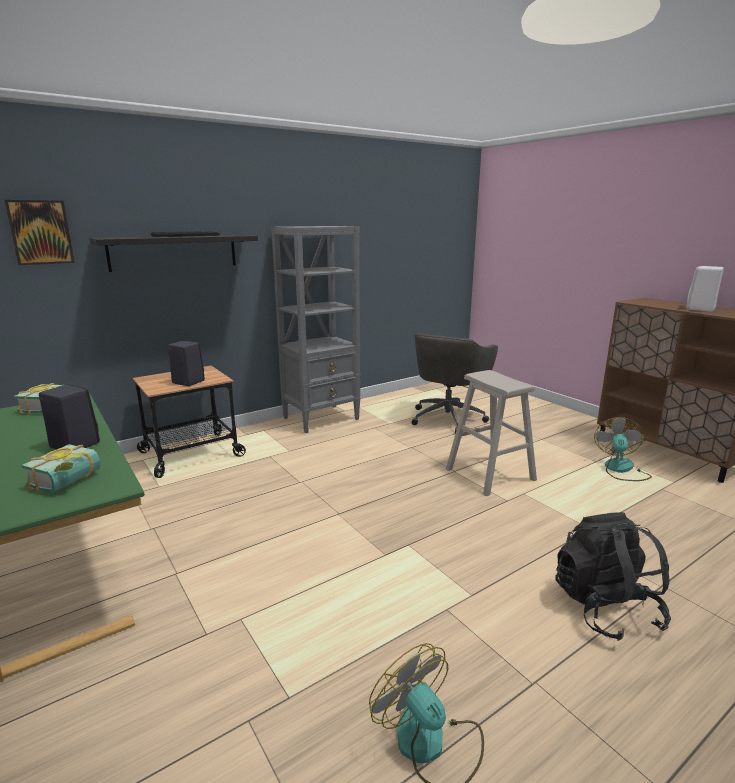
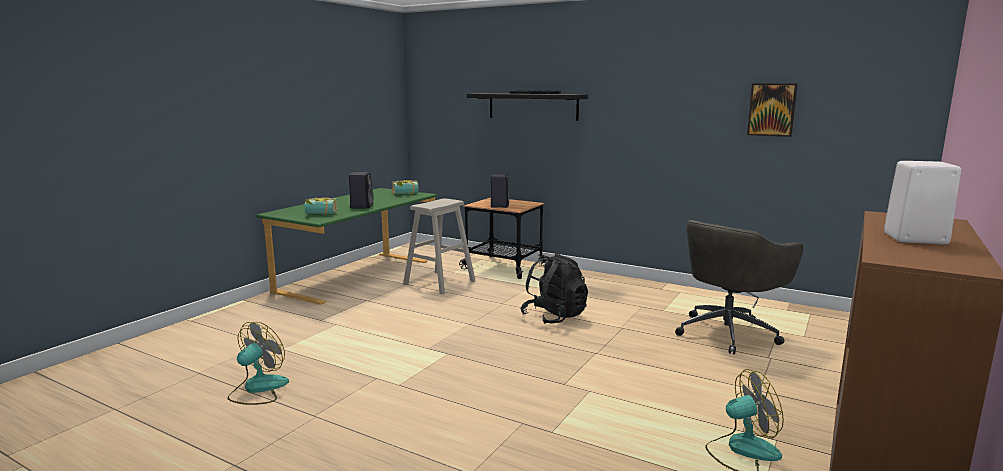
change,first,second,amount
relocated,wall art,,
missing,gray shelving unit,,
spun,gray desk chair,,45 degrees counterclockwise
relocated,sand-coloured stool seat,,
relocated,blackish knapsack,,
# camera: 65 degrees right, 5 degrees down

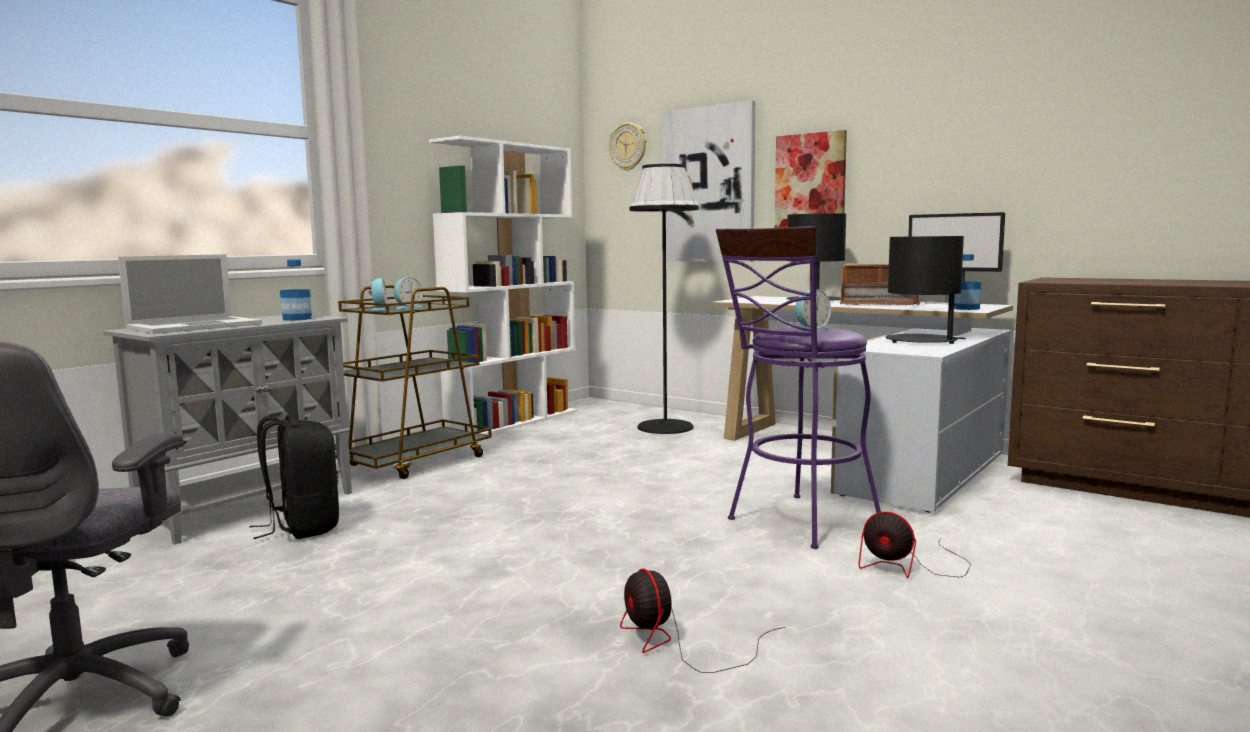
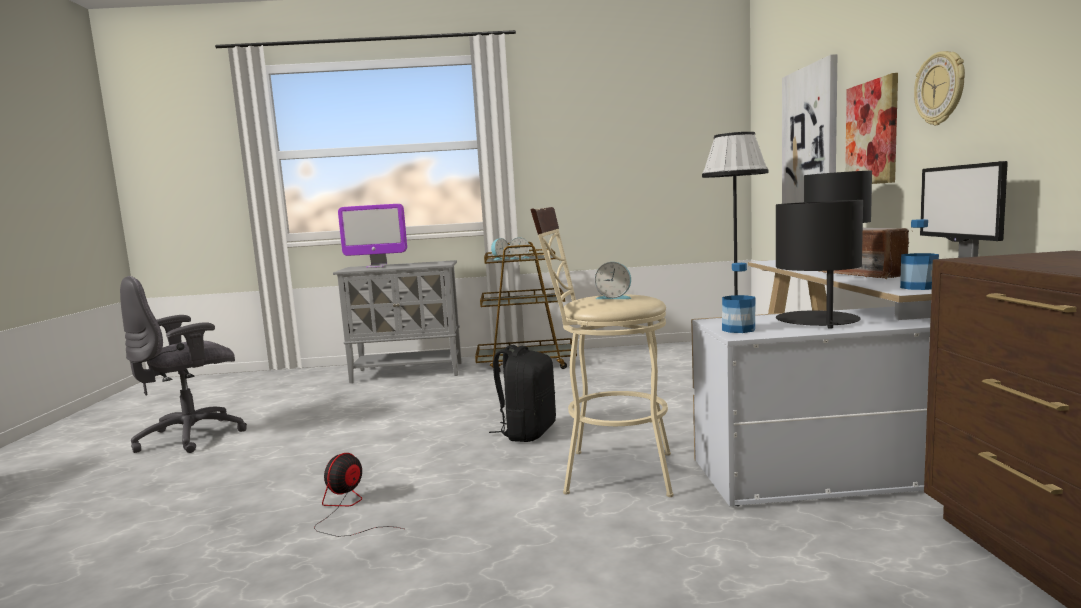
change,first,second,amount
relocated,clock on the wall,,
missing,white shelving unit,,
colour,purple-coloured stool seat,sand-coloured stool seat,
exchanged,laptop,computer screen (no. 1 from left),
relocated,beverage bottle (no. 1 from left),,
relocated,blackish knapsack,,
missing,electric fan (no. 2 from left),,
# camera: 50 degrees right, 0 degrees up

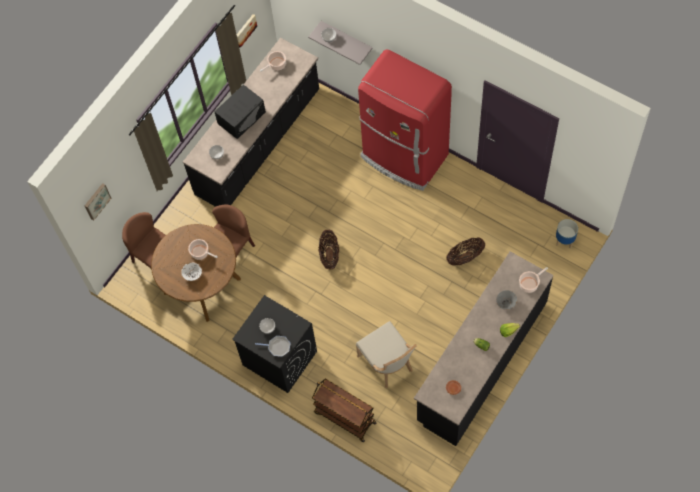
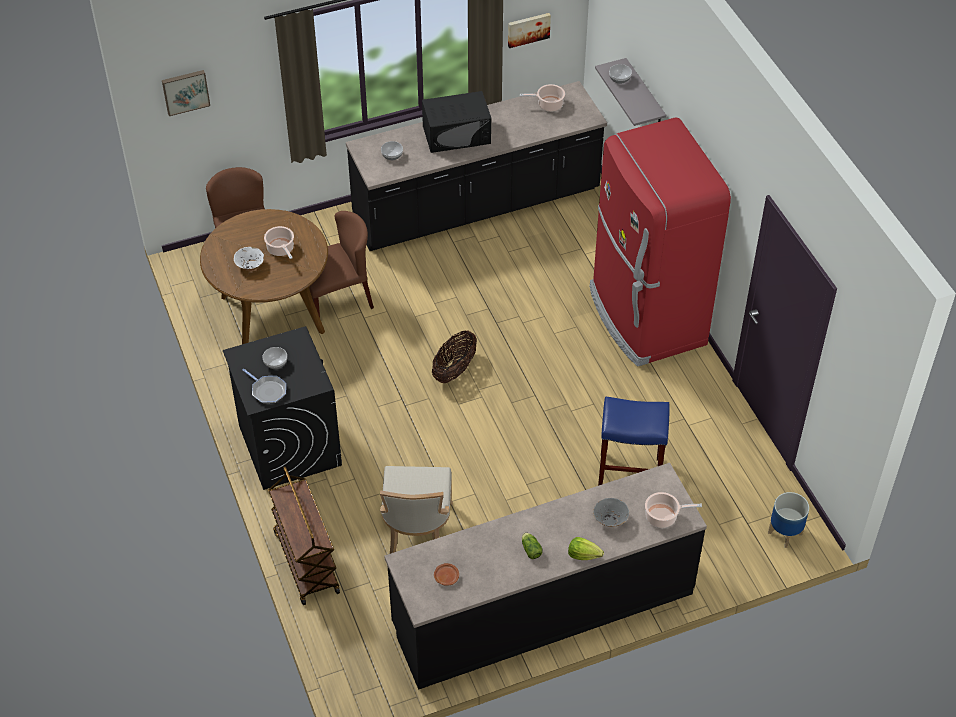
change,first,second,amount
exchanged,storage basket (no. 2 from left),bluish stool seat,
# camera: 30 degrees right, 15 degrees down

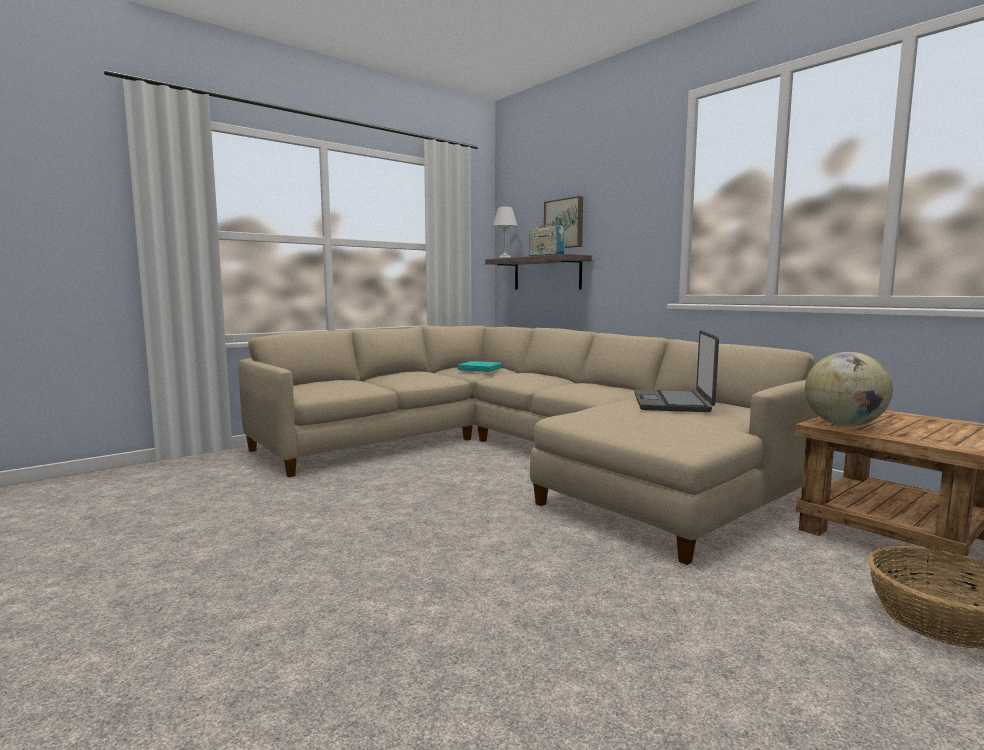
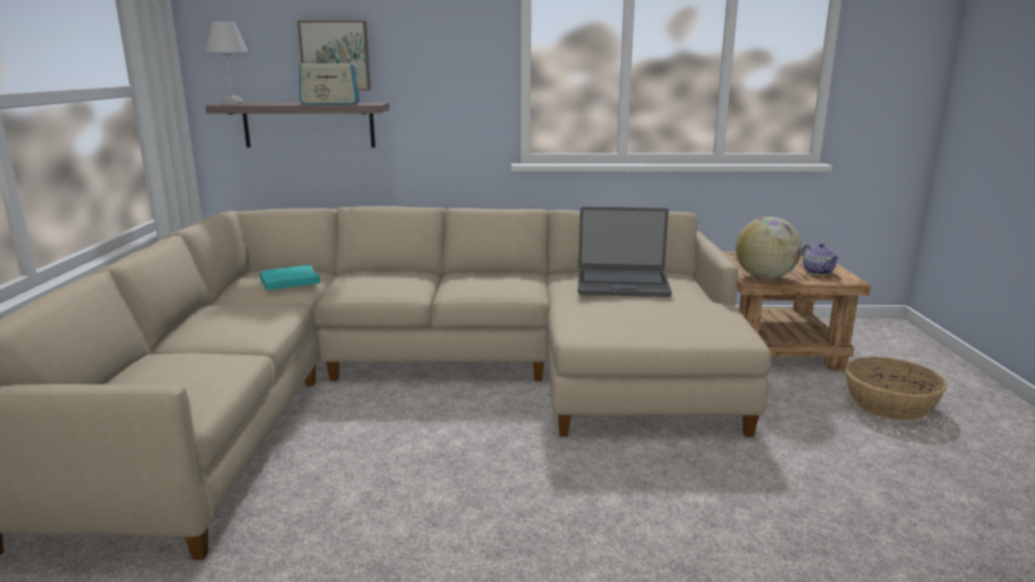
change,first,second,amount
spun,laptop,,45 degrees counterclockwise
appeared,,teapot,
# camera: 50 degrees left, 10 degrees up

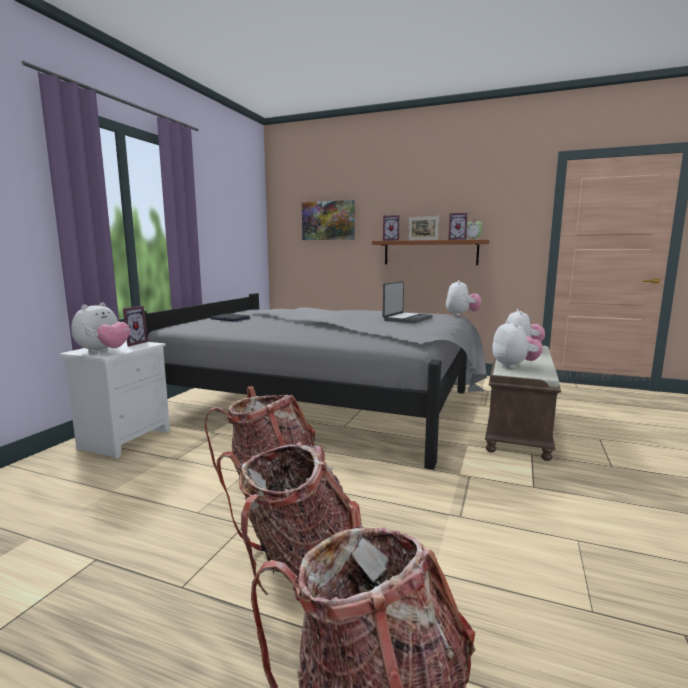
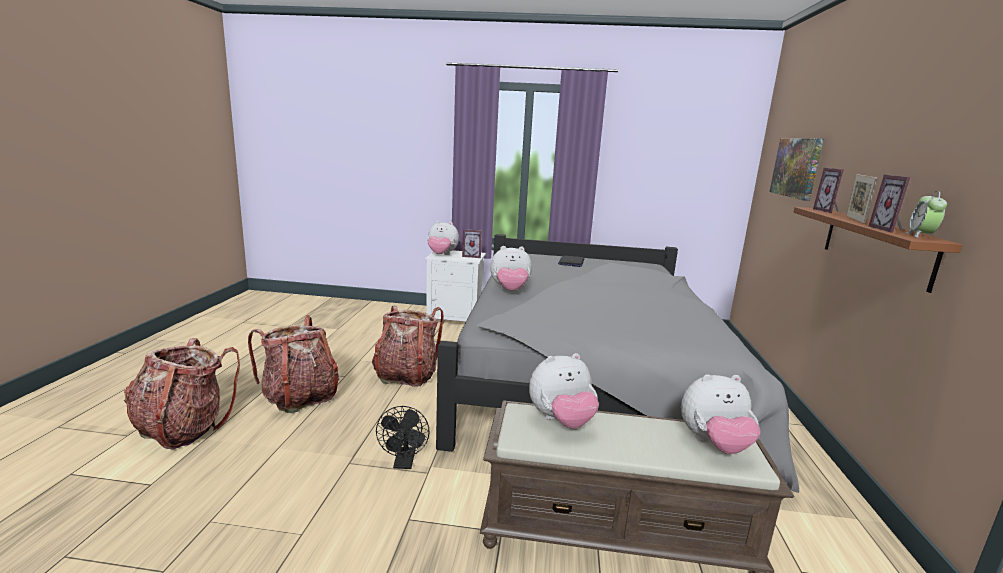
change,first,second,amount
relocated,plush toy (no. 2 from left),,
missing,laptop (no. 2 from left),,
appeared,,blackish electric fan,
# camera: 75 degrees right, 5 degrees up

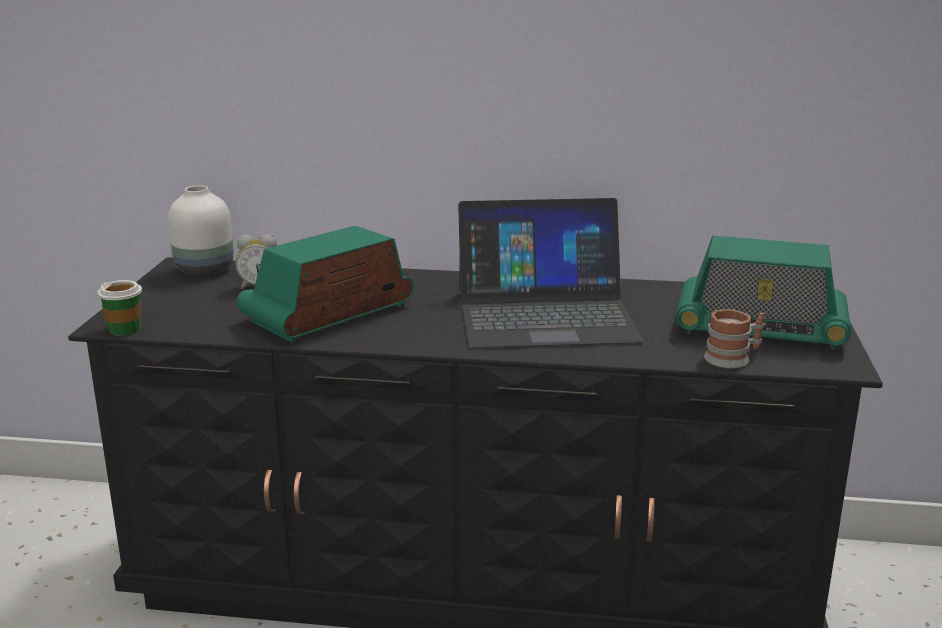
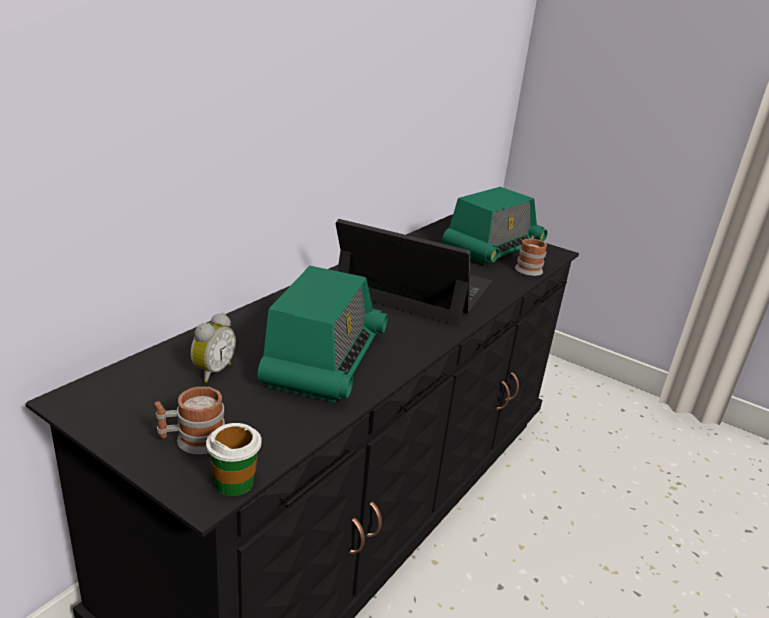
change,first,second,amount
missing,white vase,,
spun,laptop,,90 degrees counterclockwise
spun,radio receiver (no. 1 from left),,150 degrees counterclockwise
appeared,,tea mug (no. 1 from left),
# camera: 65 degrees left, 5 degrees up

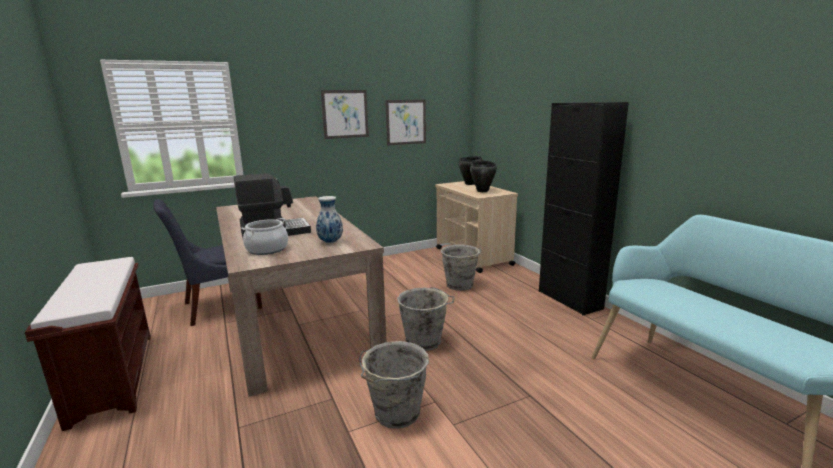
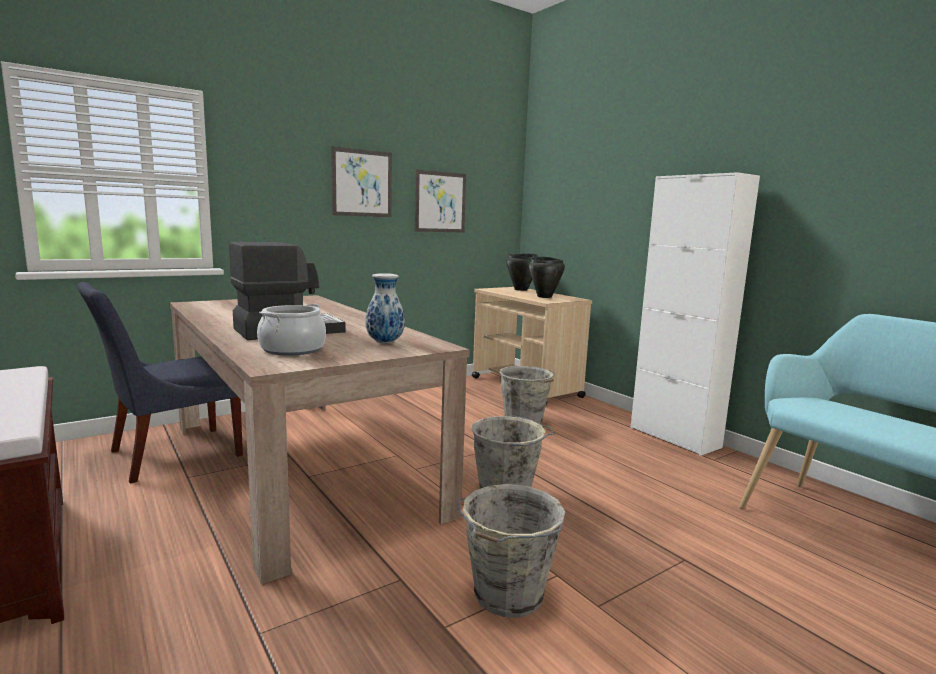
change,first,second,amount
colour,blackish cupboard,white cupboard,
# camera: 10 degrees left, 5 degrees down

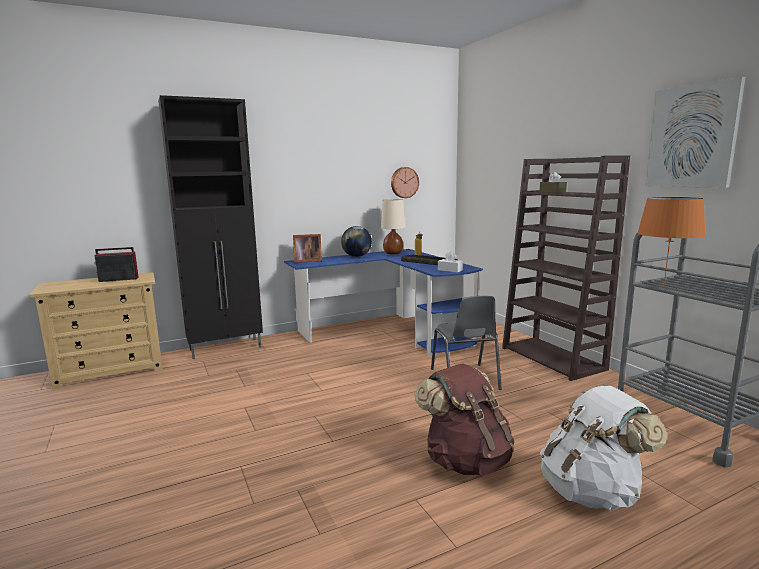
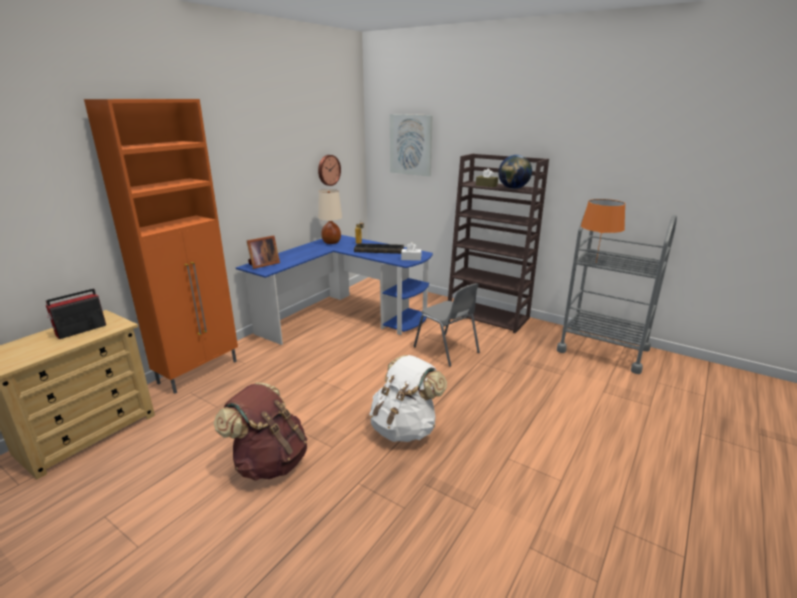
change,first,second,amount
relocated,wall art,,
colour,blackish cupboard,orangey cupboard,
relocated,desk globe,,
relocated,brown knapsack,,
relocated,white knapsack,,
# camera: 30 degrees left, 10 degrees up

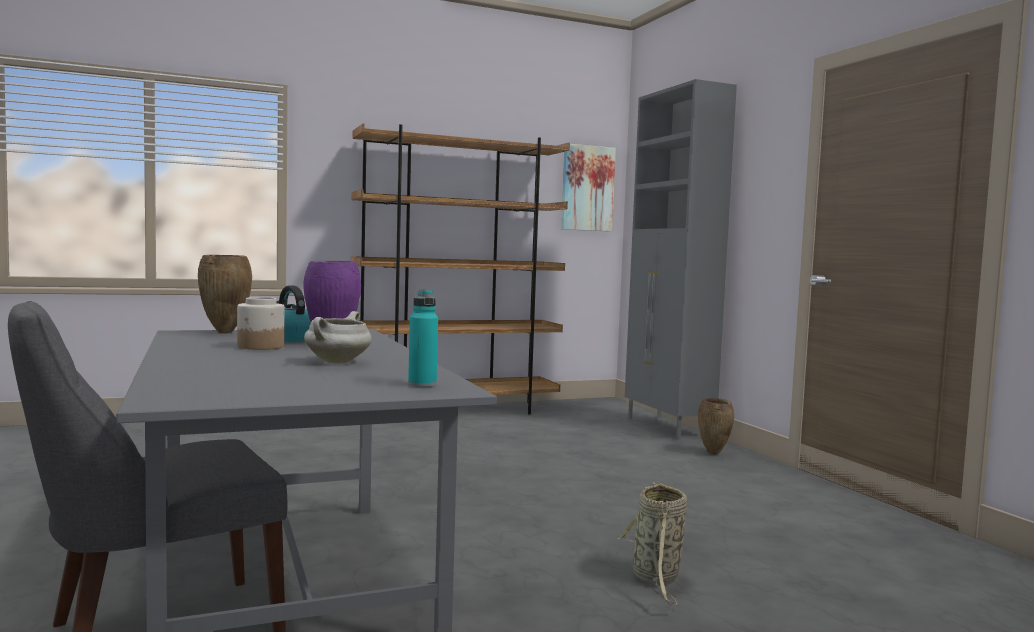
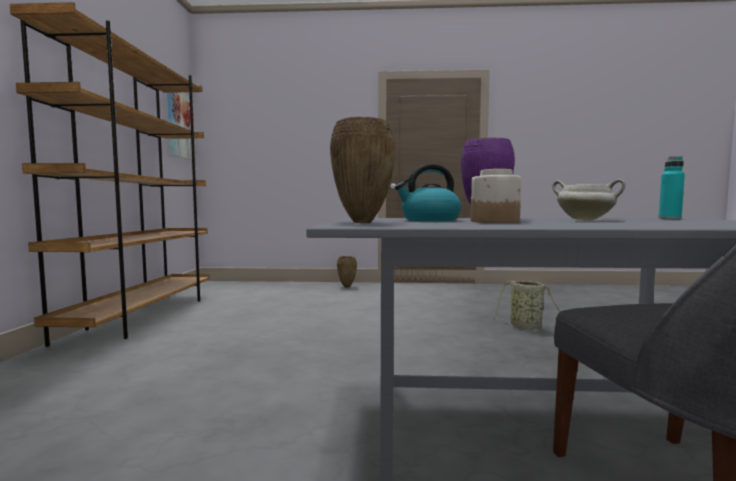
change,first,second,amount
missing,gray cupboard,,
# camera: 65 degrees left, 0 degrees up

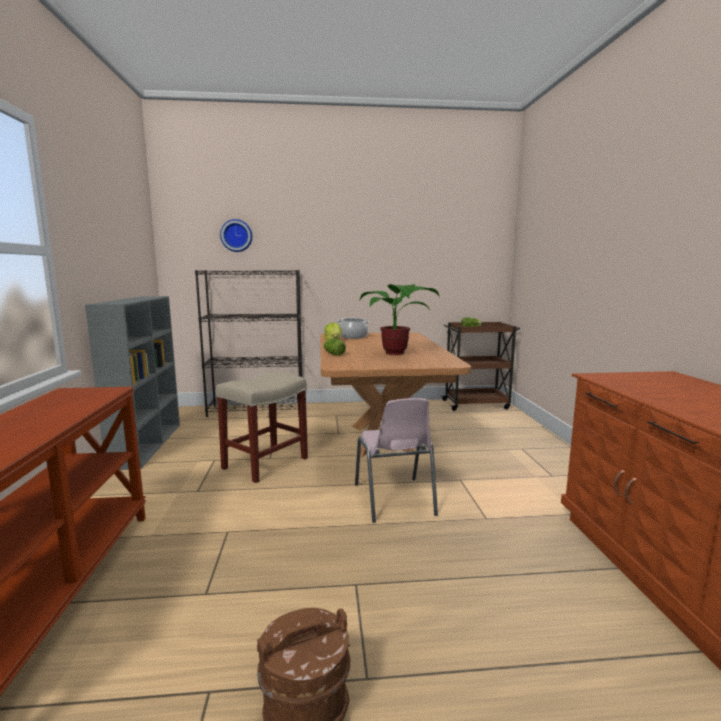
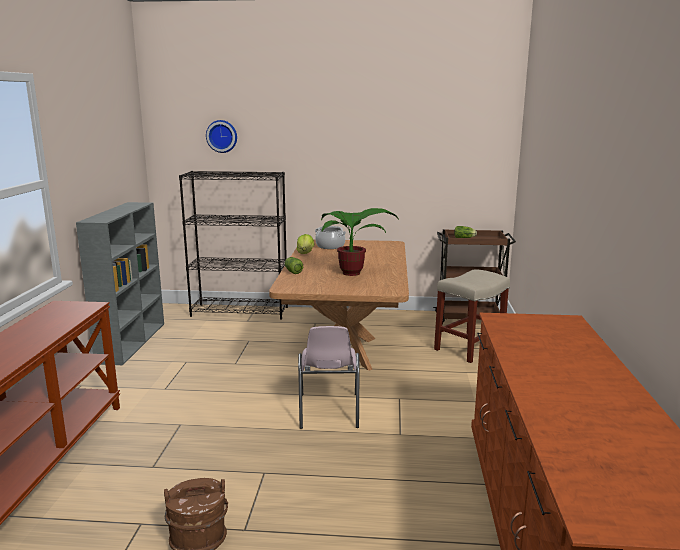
change,first,second,amount
relocated,sand-coloured stool seat,,
# camera: 10 degrees right, 5 degrees up

